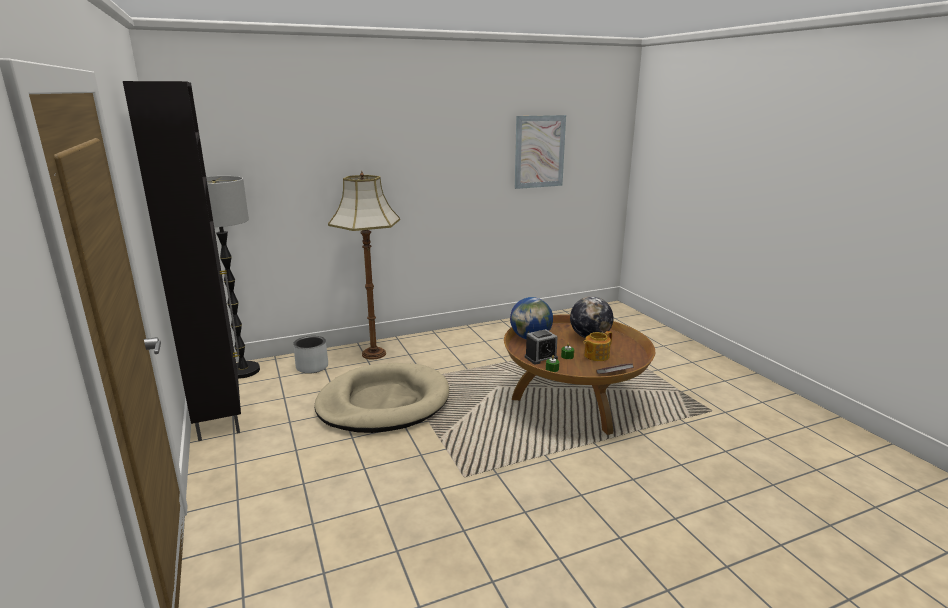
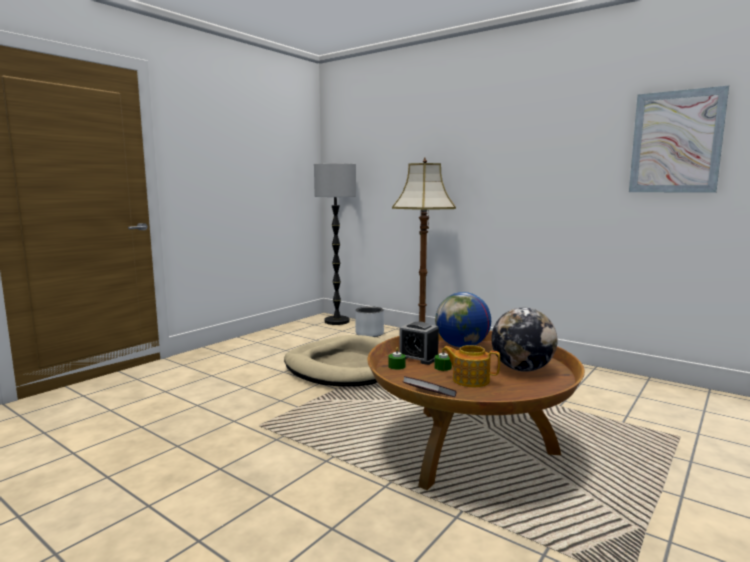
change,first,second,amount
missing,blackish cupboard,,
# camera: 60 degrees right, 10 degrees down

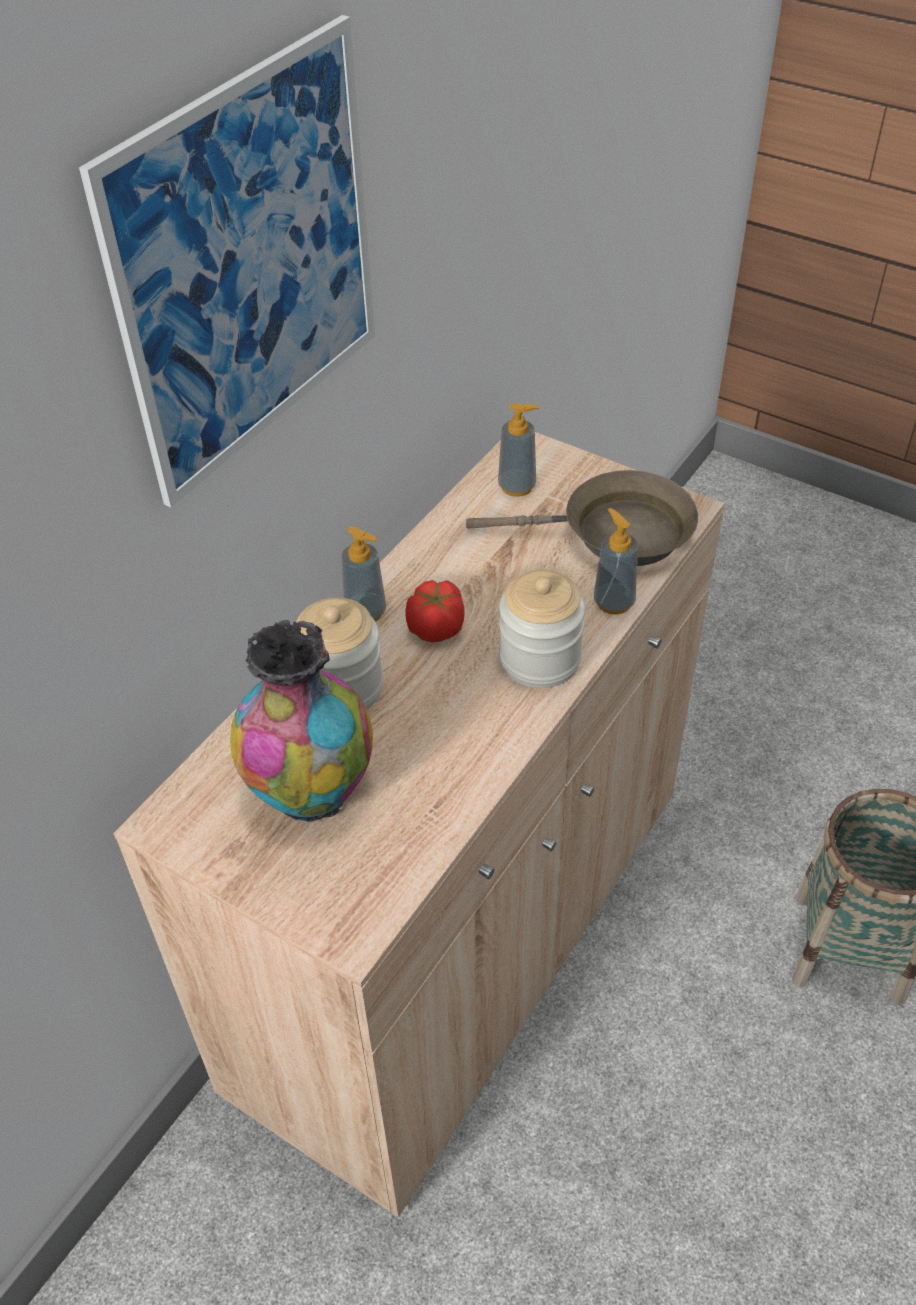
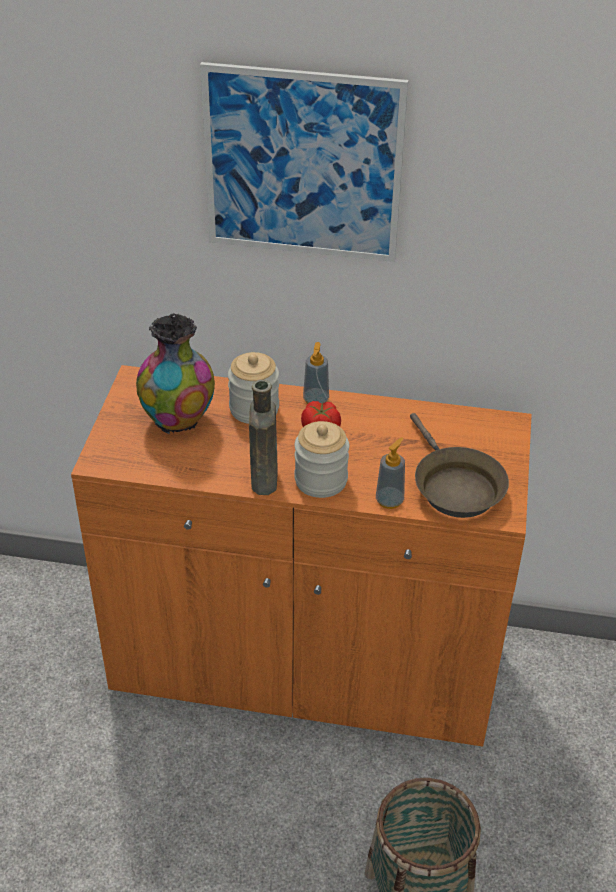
change,first,second,amount
missing,soap dispenser (no. 2 from left),,
colour,sand-coloured cupboard,orangey cupboard,
appeared,,brown beverage bottle,
# camera: 65 degrees right, 5 degrees down

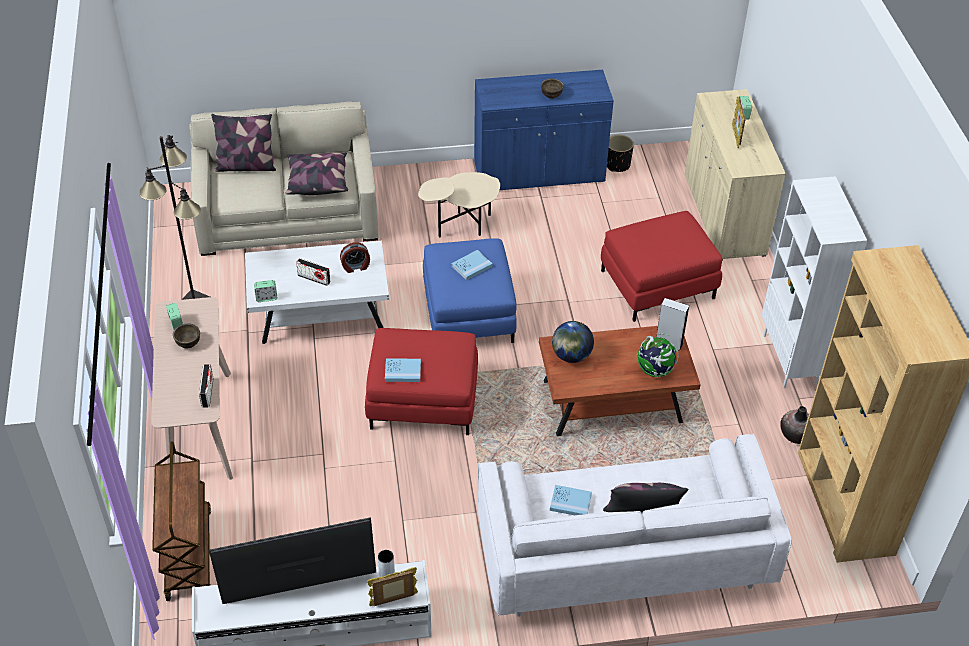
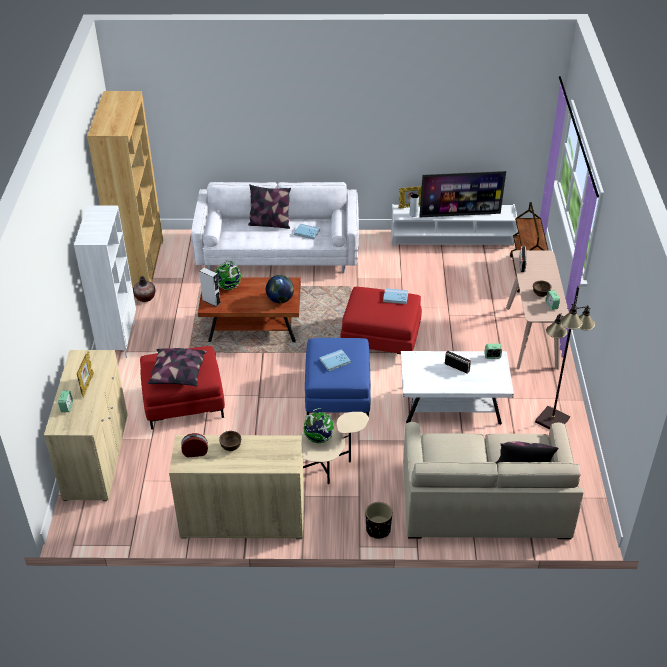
change,first,second,amount
colour,bluish cupboard,sand-coloured cupboard (no. 2 from left),
relocated,blackish planter,,
relocated,throw pillow (no. 2 from left in the first image),throw pillow (no. 1 from left),
relocated,bedside clock (no. 3 from left in the first image),bedside clock (no. 2 from left),
appeared,,desk globe (no. 3 from left),
# camera: 170 degrees left, 5 degrees down

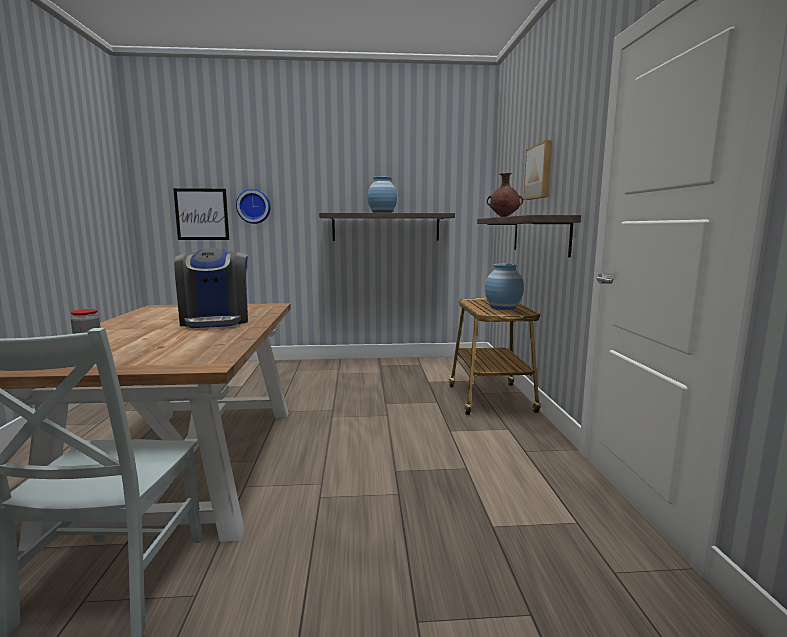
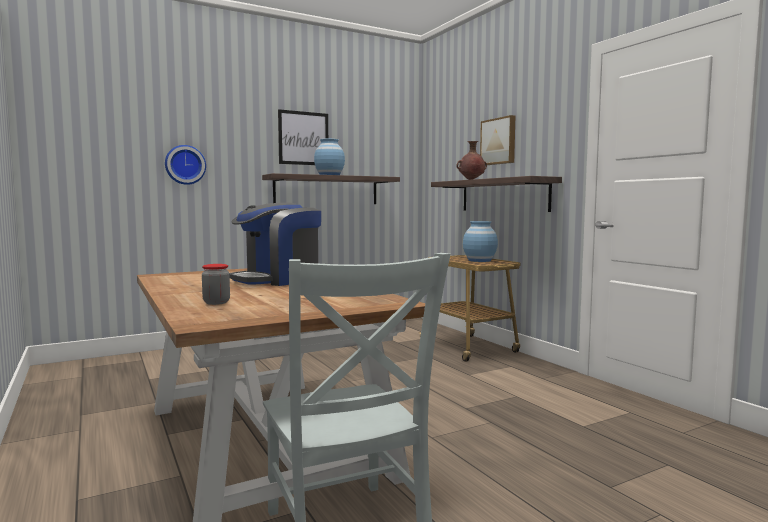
change,first,second,amount
relocated,wall art (no. 1 from left),,
spun,coffee brewer,,90 degrees clockwise
# camera: 25 degrees left, 5 degrees down

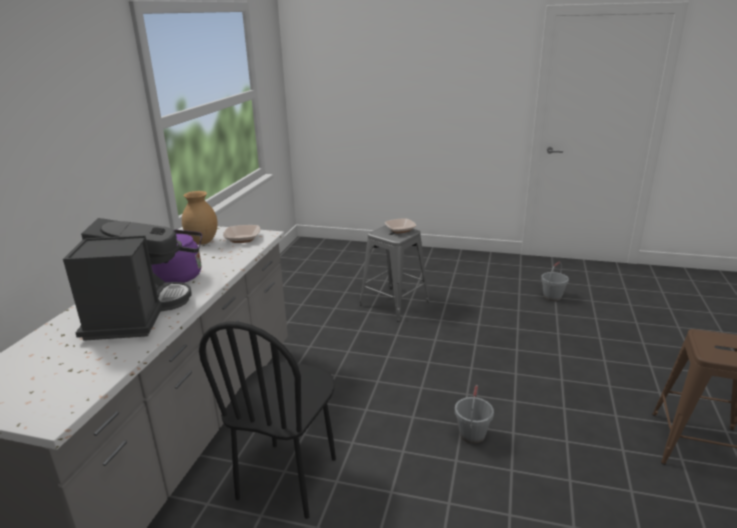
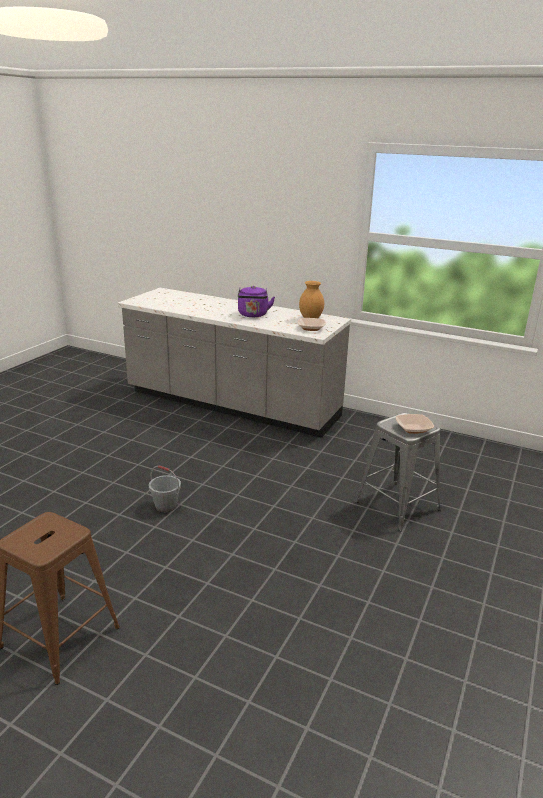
change,first,second,amount
missing,coffee brewer,,
missing,gray pail (no. 2 from left),,
missing,blackish upright chair,,
# camera: 100 degrees right, 0 degrees up

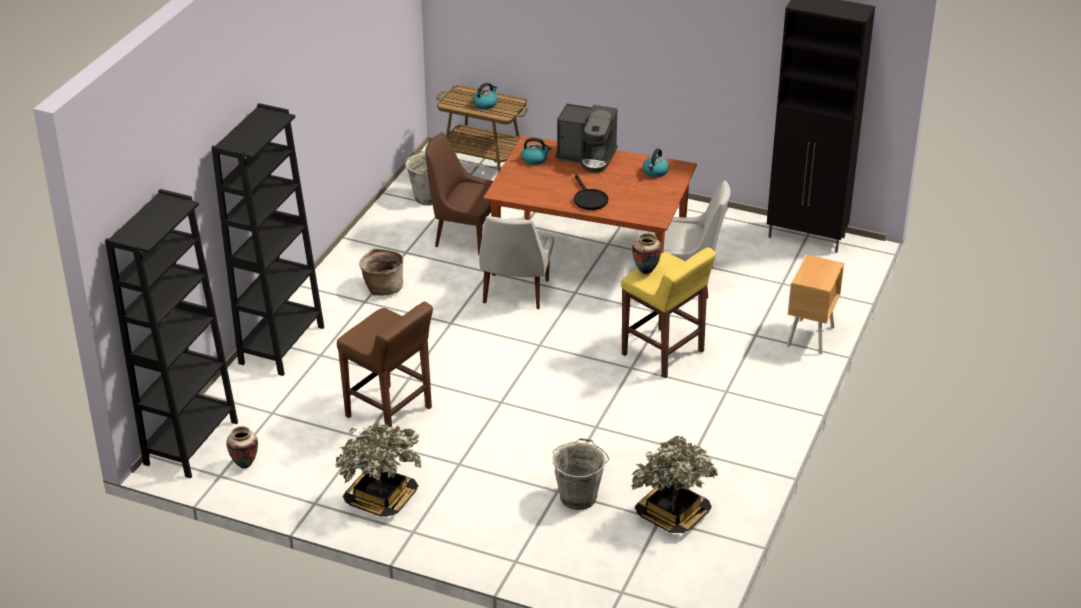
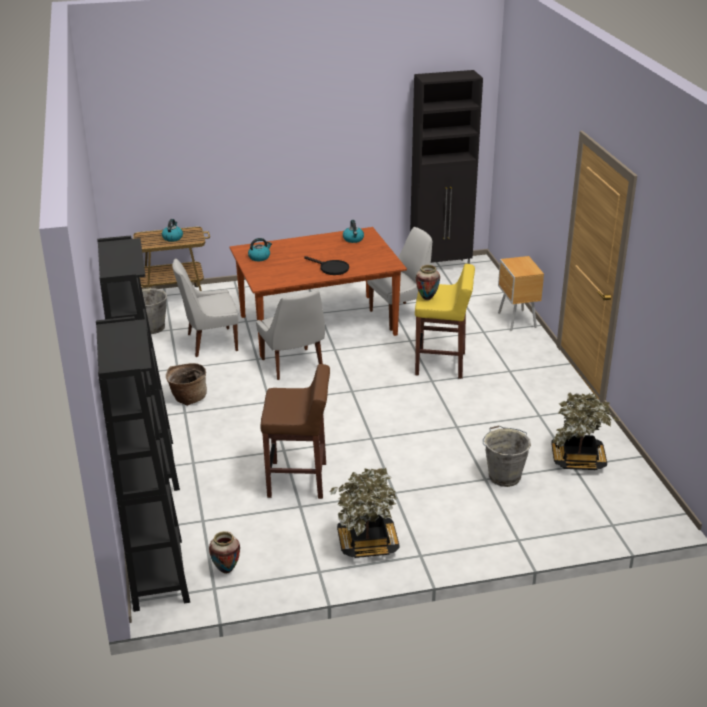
change,first,second,amount
missing,coffee brewer,,
colour,brown upright chair,white upright chair (no. 1 from left),
# camera: 35 degrees left, 5 degrees down

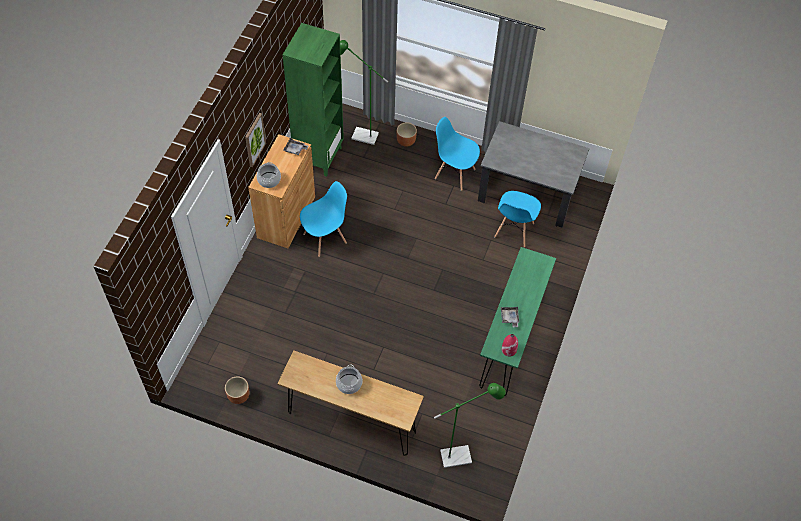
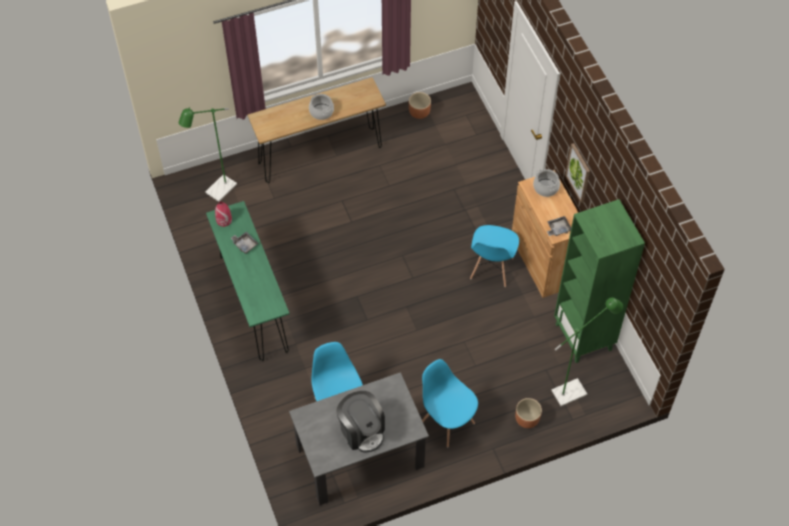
change,first,second,amount
spun,bluish upright chair (no. 2 from left),,120 degrees counterclockwise
appeared,,coffee brewer,
# camera: 140 degrees right, 0 degrees up

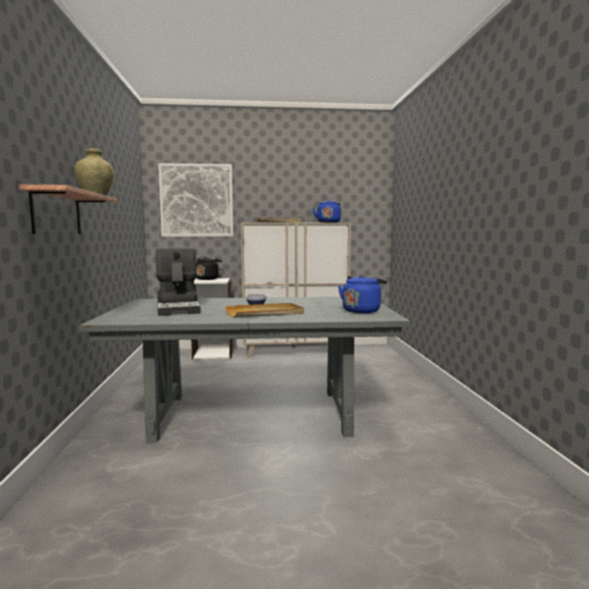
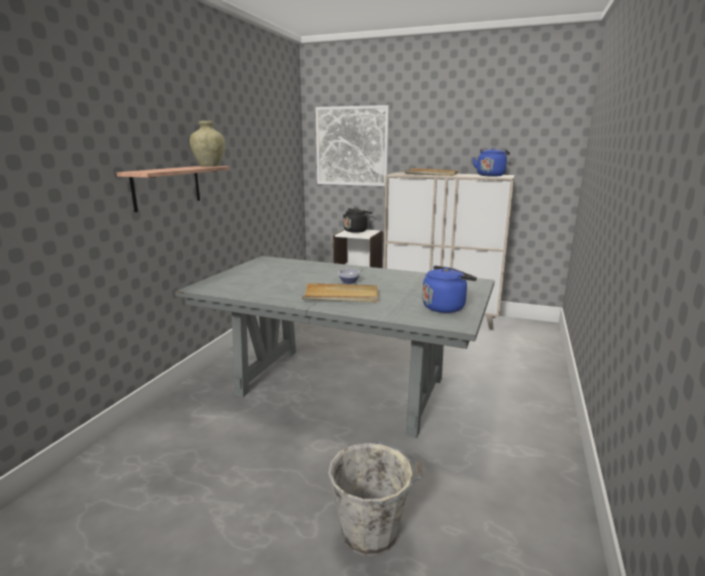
change,first,second,amount
missing,coffee brewer,,
appeared,,gray pail,
# camera: 25 degrees right, 10 degrees up

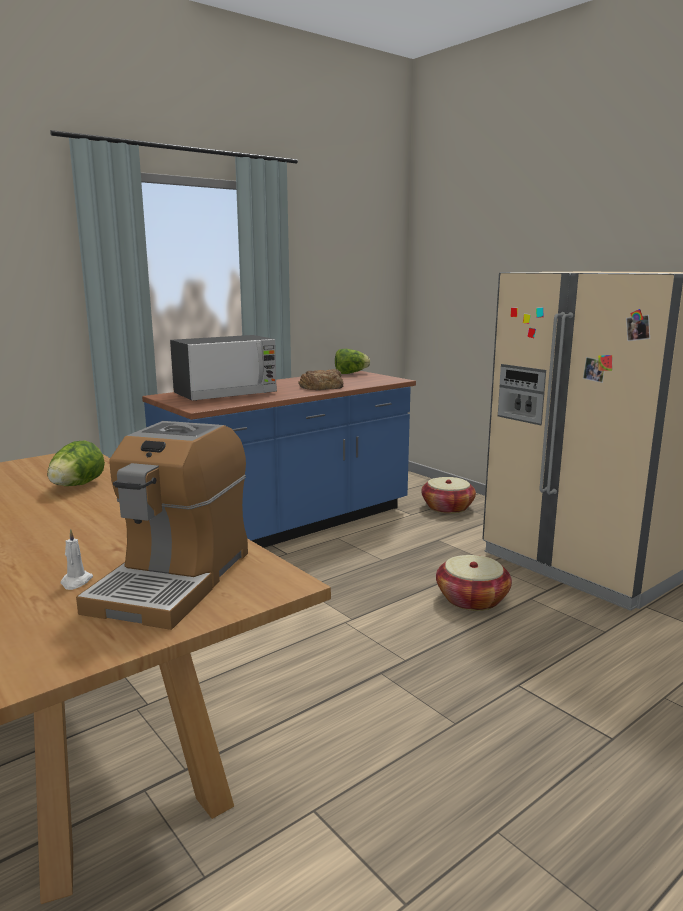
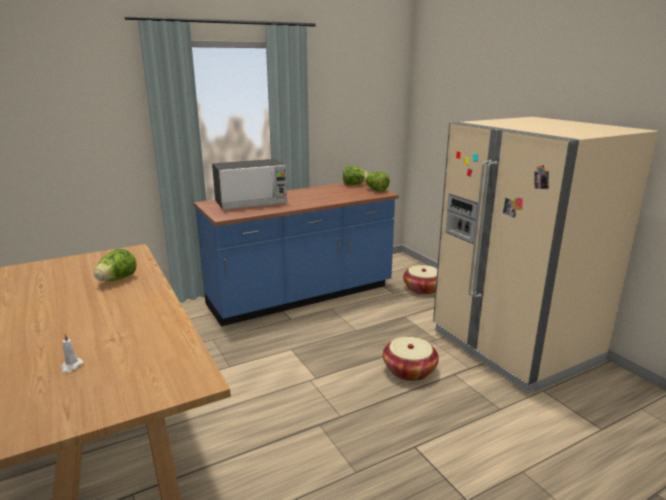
change,first,second,amount
missing,bread,,
missing,coffee brewer,,
appeared,,lettuce (no. 3 from left),
# camera: 10 degrees right, 5 degrees up

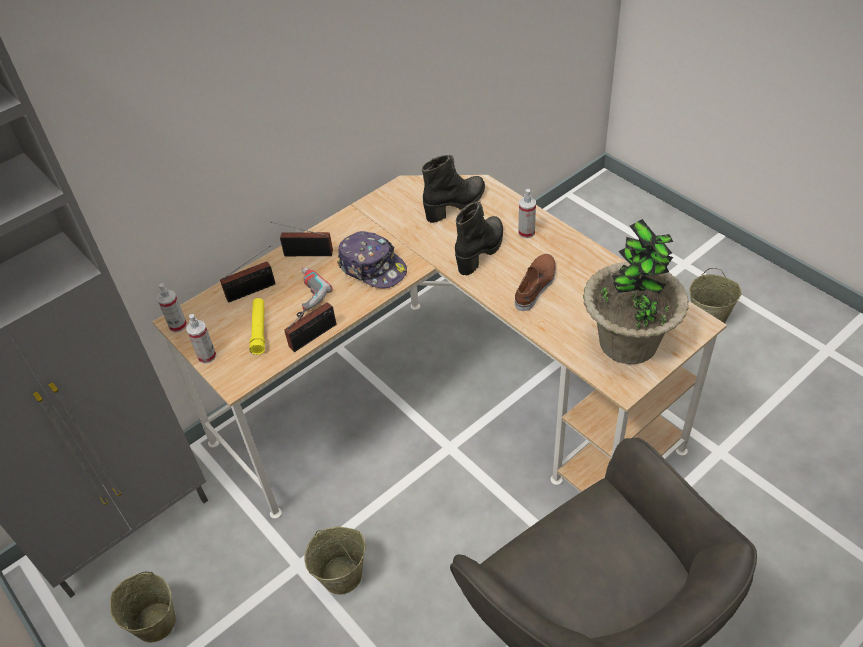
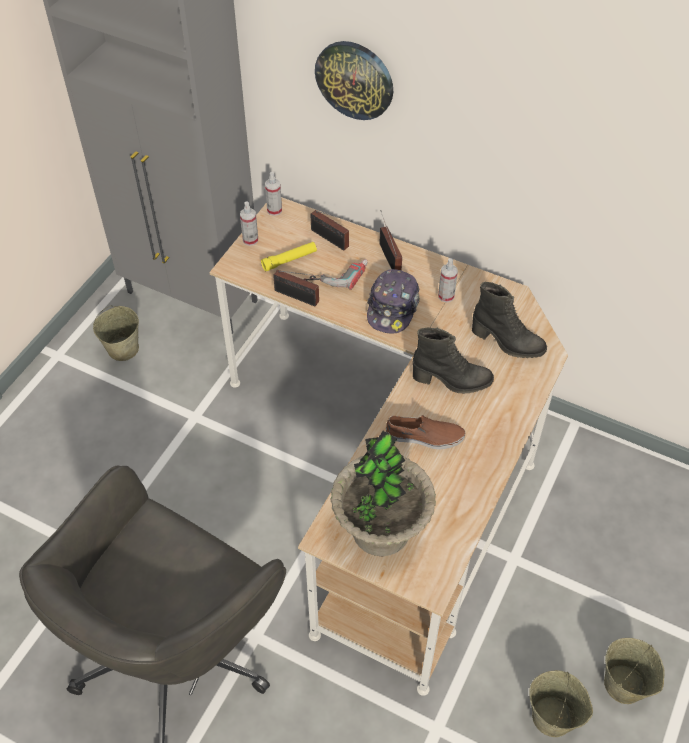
change,first,second,amount
relocated,spray bottle (no. 3 from left),,
relocated,sand-coloured pail (no. 2 from left),,
appeared,,clock on the wall,
# camera: 65 degrees right, 5 degrees up

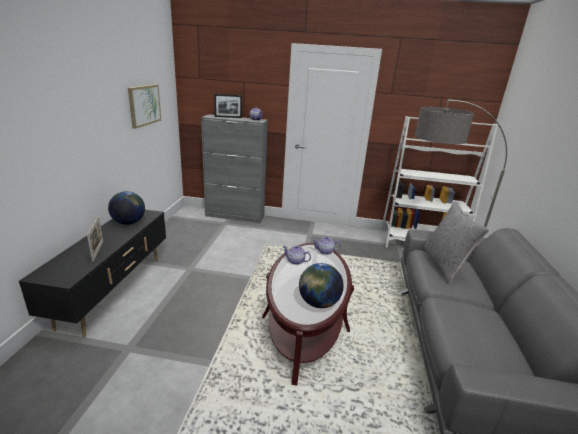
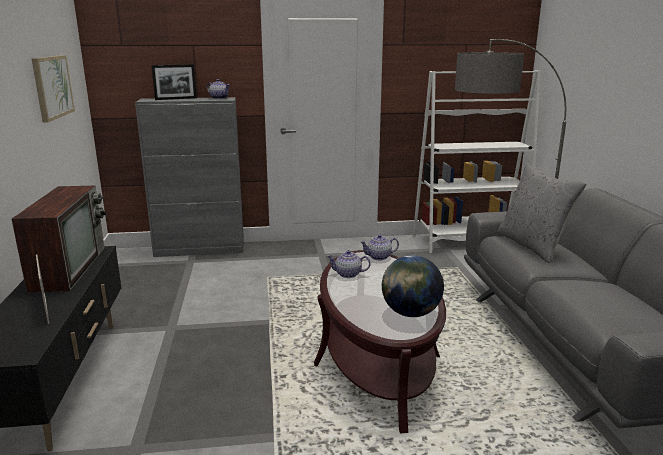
change,first,second,amount
exchanged,desk globe (no. 1 from left),TV,
# camera: 15 degrees left, 5 degrees down

